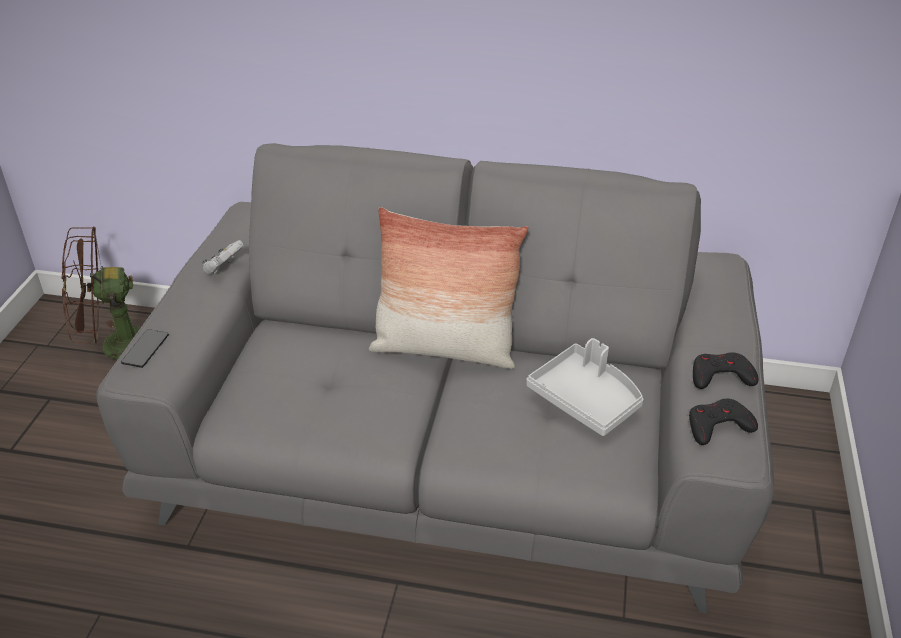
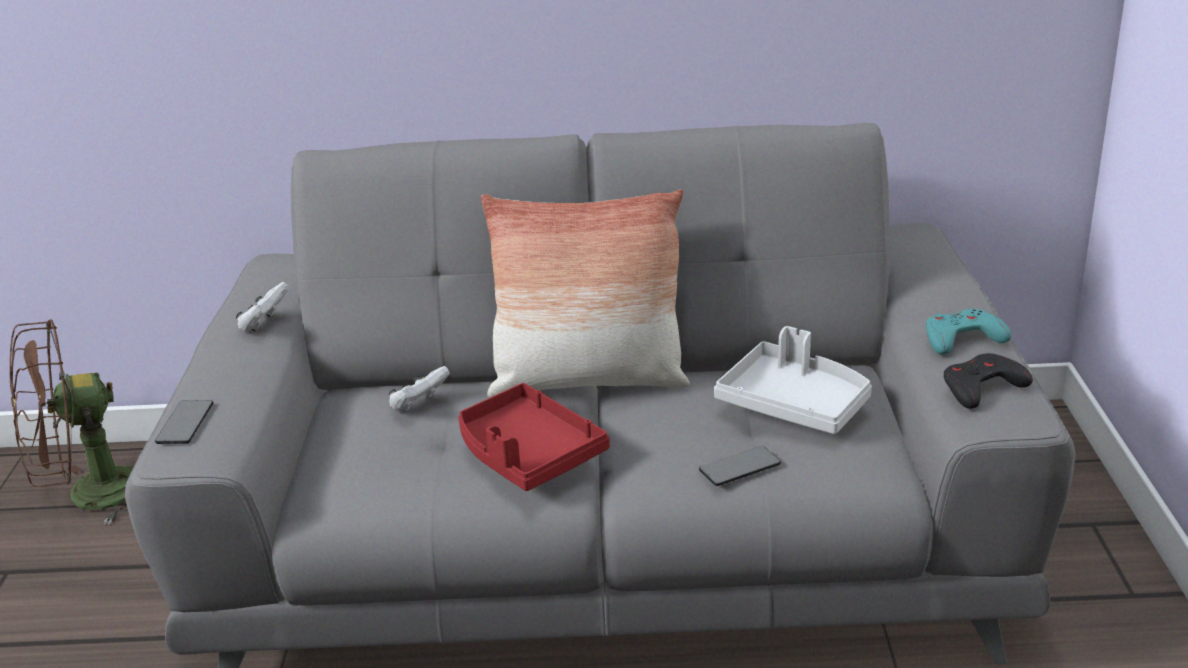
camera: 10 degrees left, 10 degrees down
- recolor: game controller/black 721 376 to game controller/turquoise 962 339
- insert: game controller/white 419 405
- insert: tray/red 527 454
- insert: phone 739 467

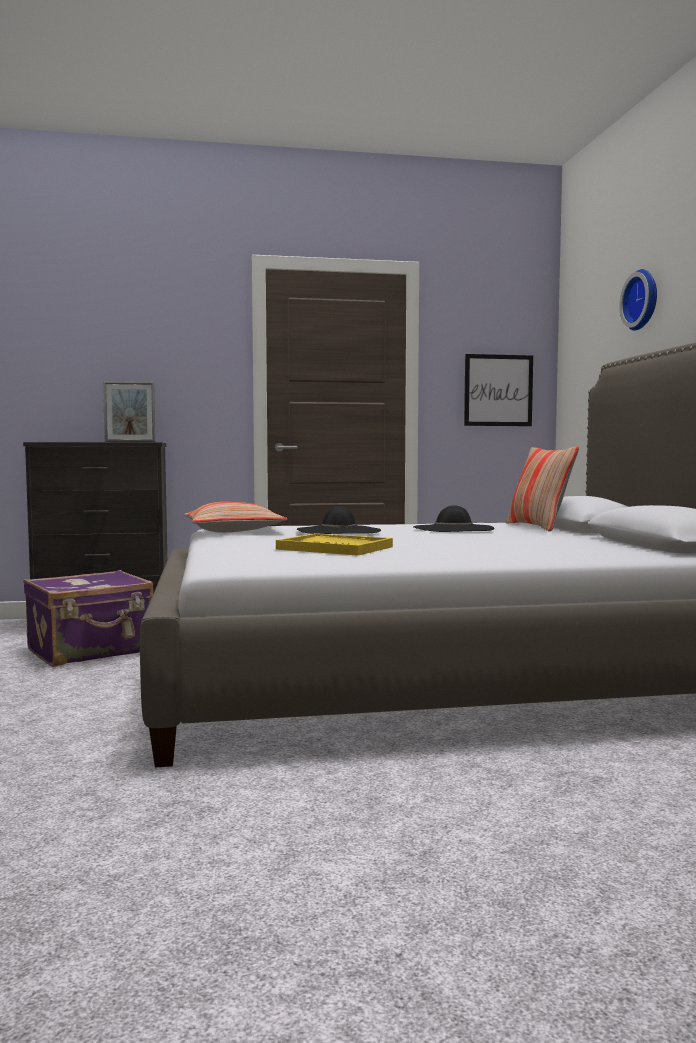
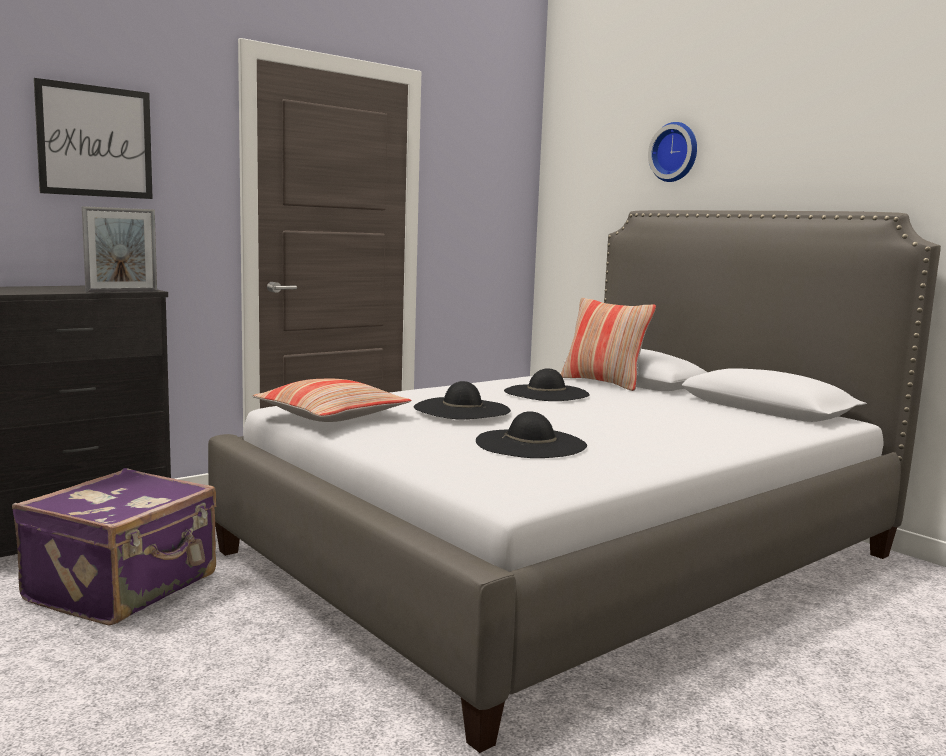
camera: 30 degrees left, 5 degrees up
- move: picture 498 390 to 95 141
- replace: tray/yellow 335 548 to hat/black 531 444

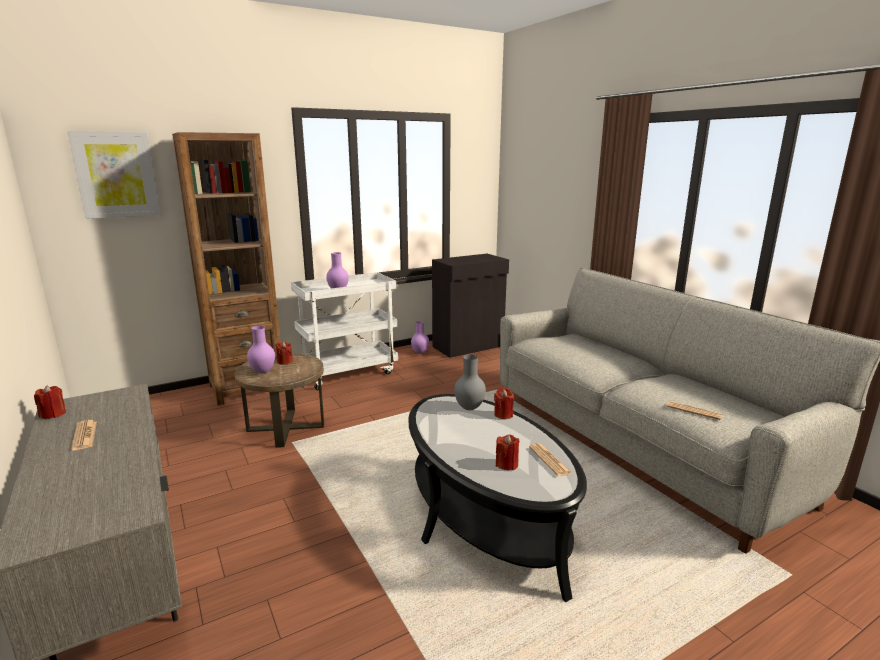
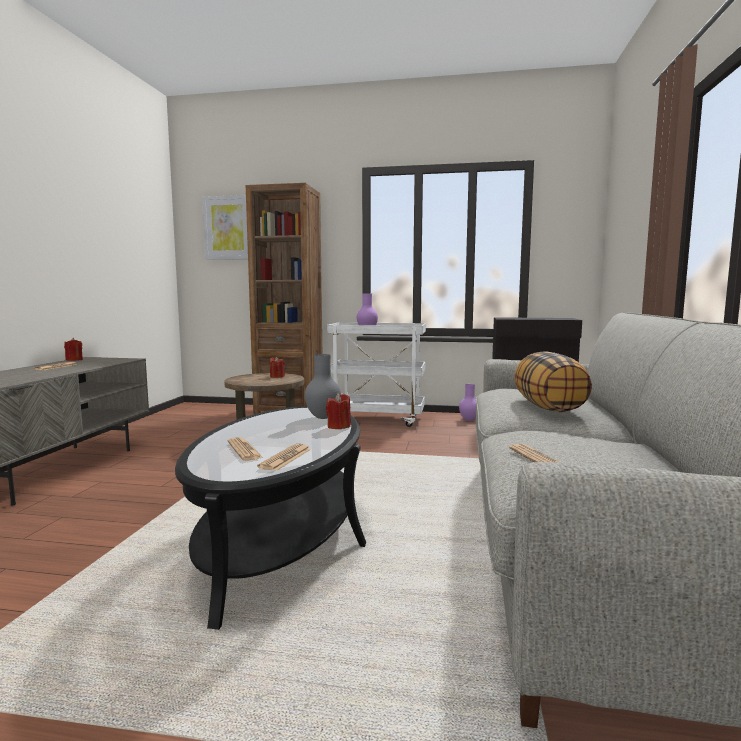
camera: 40 degrees right, 10 degrees down
- delete: vase/purple 262 372
- replace: candle/red 506 464 to newspaper 244 450
- insert: pillow 549 408

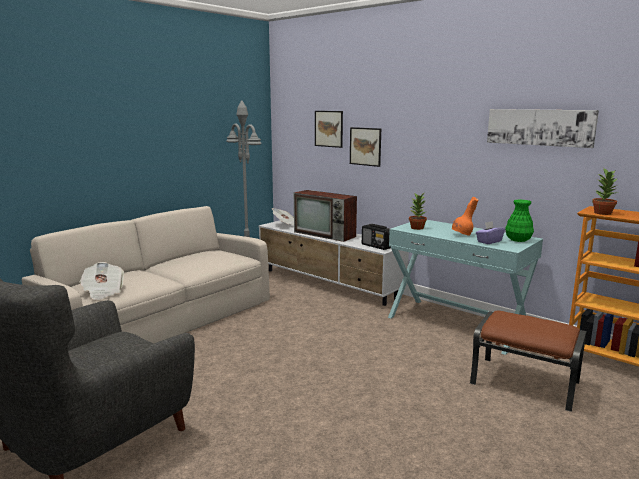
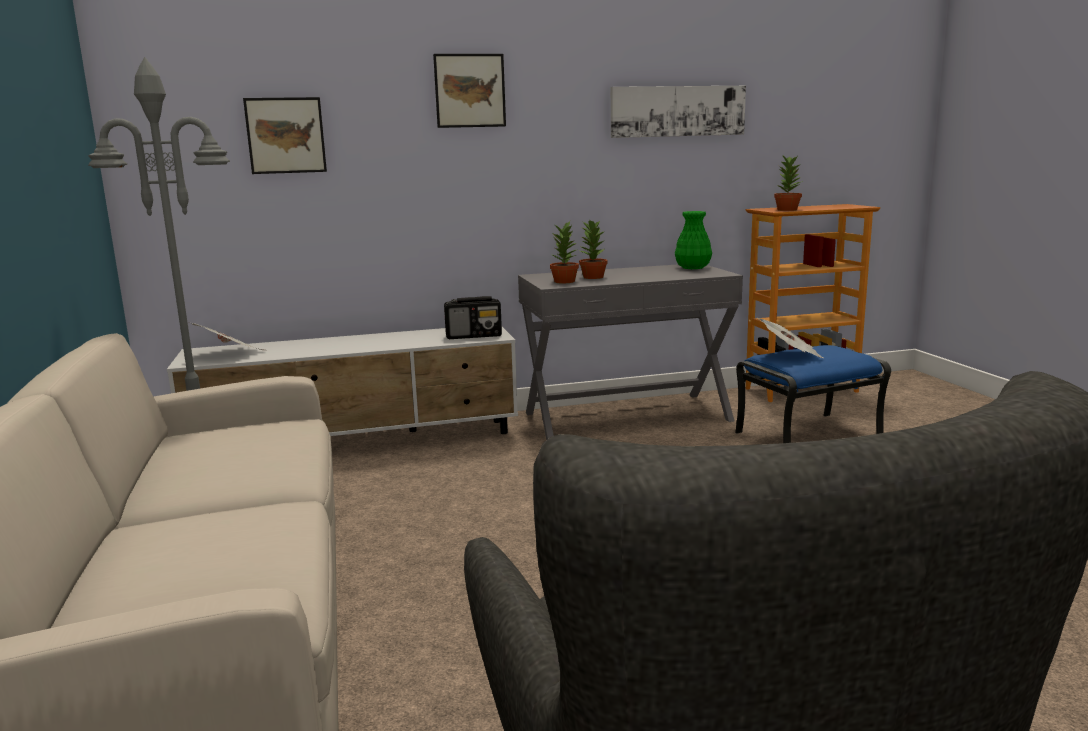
camera: 55 degrees left, 0 degrees up
- move: picture 365 146 to 470 91
- delete: television 325 234
- delete: vase/orange 462 235
- recolor: console table/turquoise 457 324 to console table/grey 627 416
- delete: tissue box/purple 489 241
- move: newspaper 103 292 to 790 355
- recolor: ottoman/brown 525 383 to ottoman/blue 808 434
- insert: potted plant 592 277

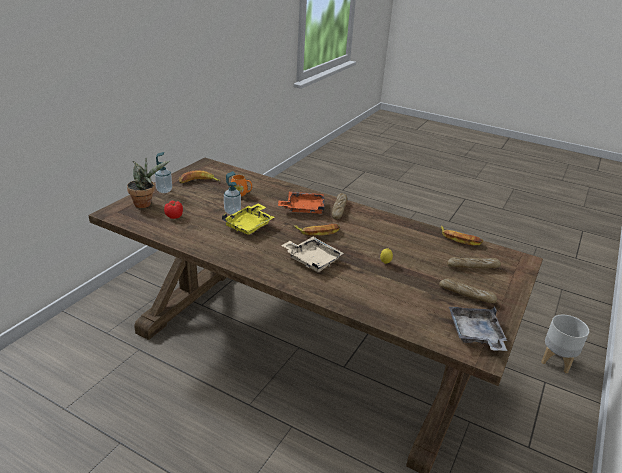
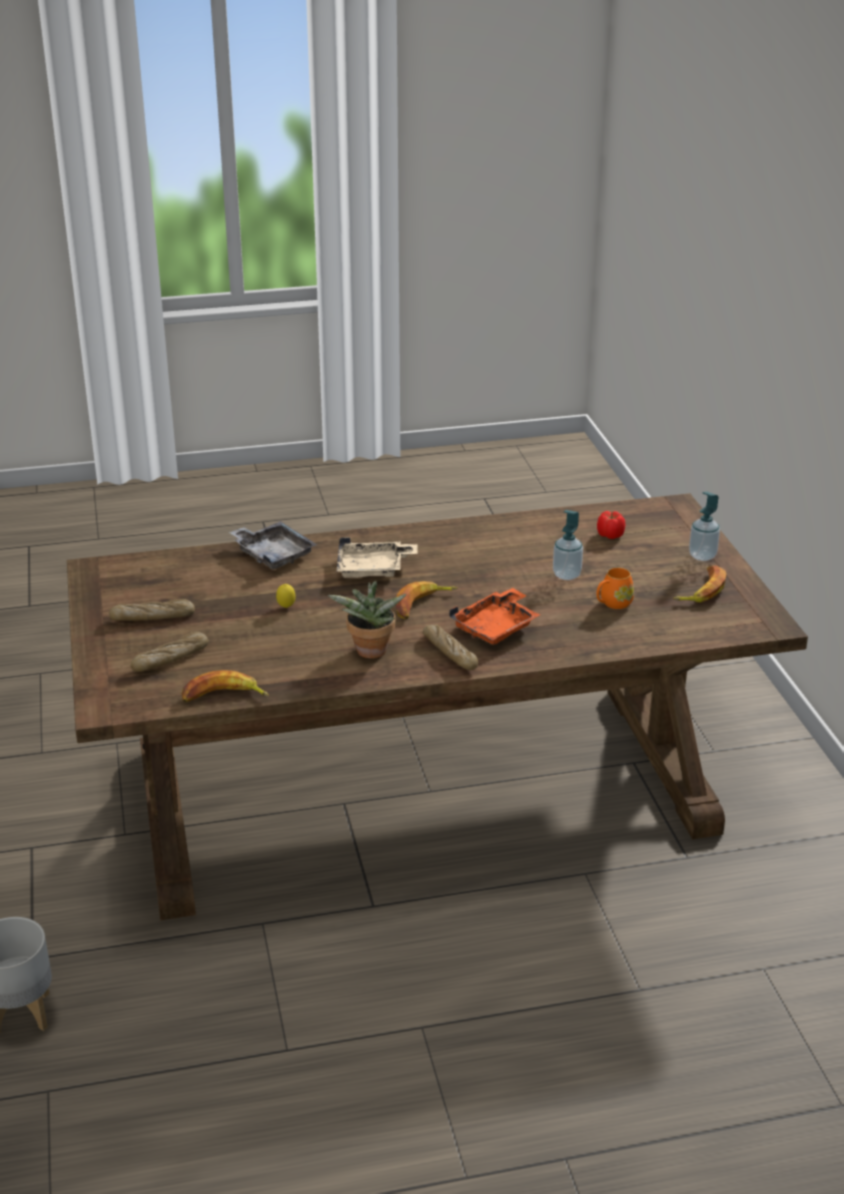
camera: 140 degrees right, 0 degrees up
- move: potted plant 145 203 to 370 653
- delete: tray/yellow 249 225
- move: tray/grey 475 334 to 273 554

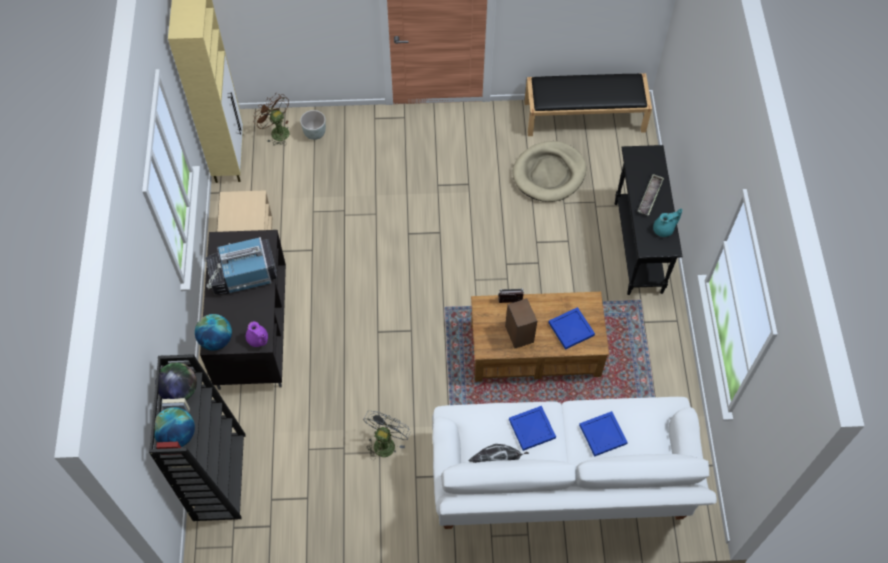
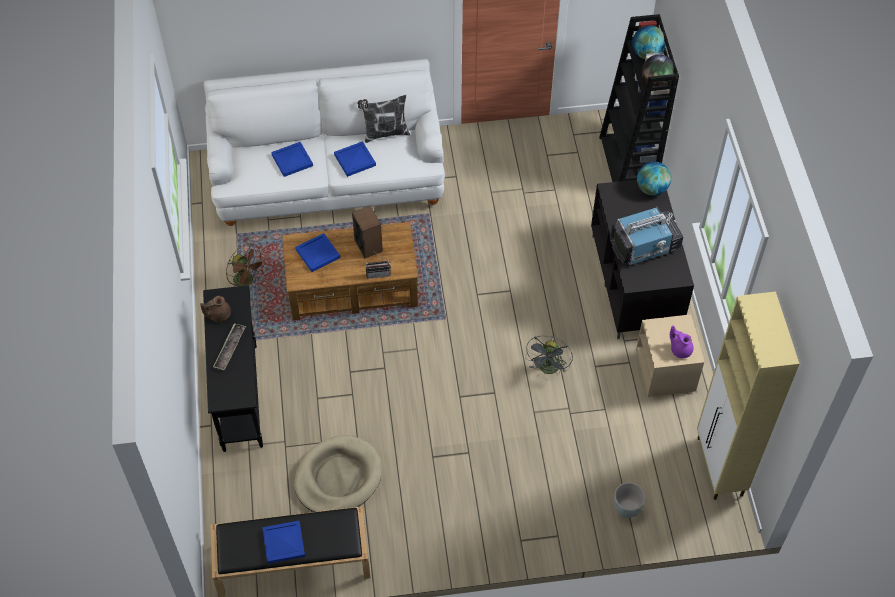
camera: 175 degrees right, 5 degrees down
- move: fan/brown 276 131 to 247 281
- recolor: teapot/turquoise 664 229 to teapot/brown 218 314
- move: teapot/purple 258 340 to 680 349
- move: fan/grey 385 442 to 548 370
- insert: tray/blue 283 543

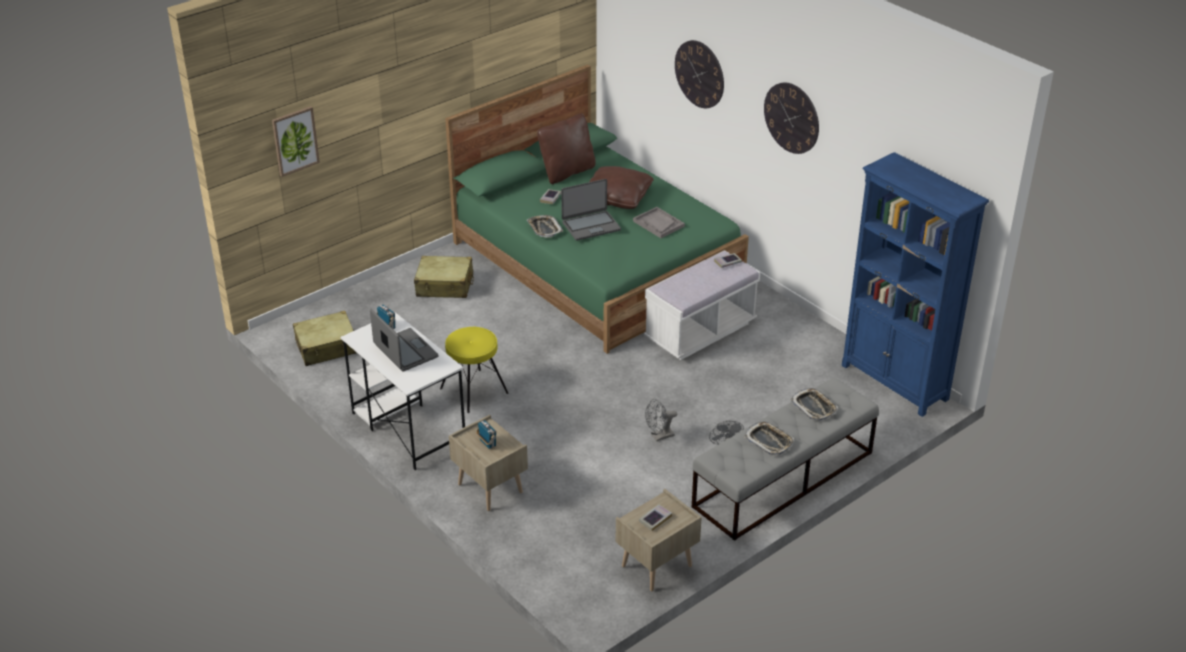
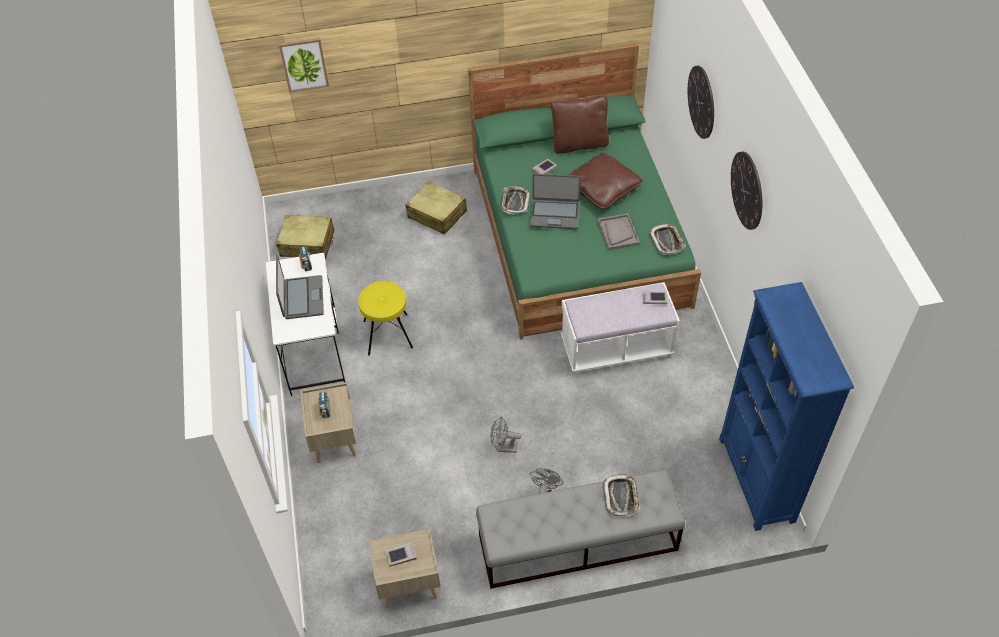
camera: 30 degrees right, 15 degrees up
- move: tray 769 441 to 667 241

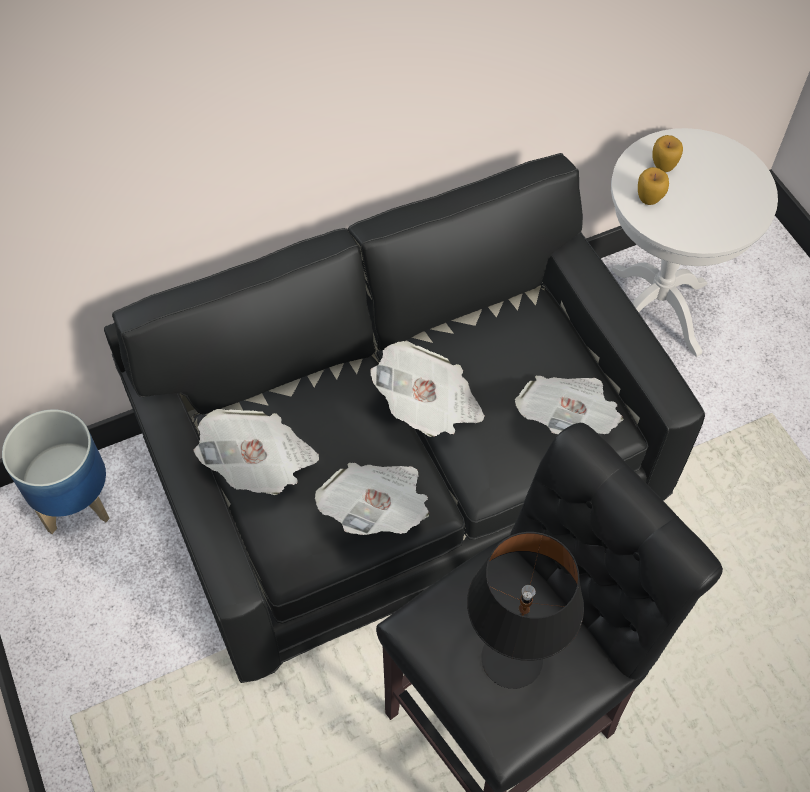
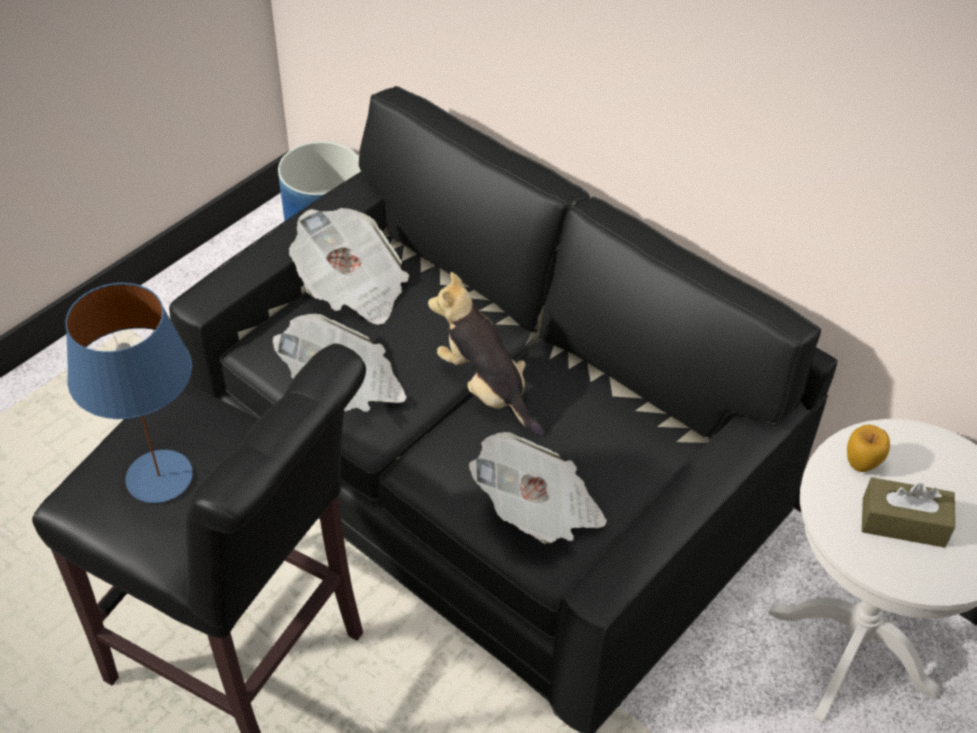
camera: 65 degrees right, 10 degrees down
- delete: apple 663 166
- replace: newspaper 429 406 to plush toy 486 388
- recolor: table lamp/black 511 659 to table lamp/blue 158 476
- insert: tissue box/brown 903 522

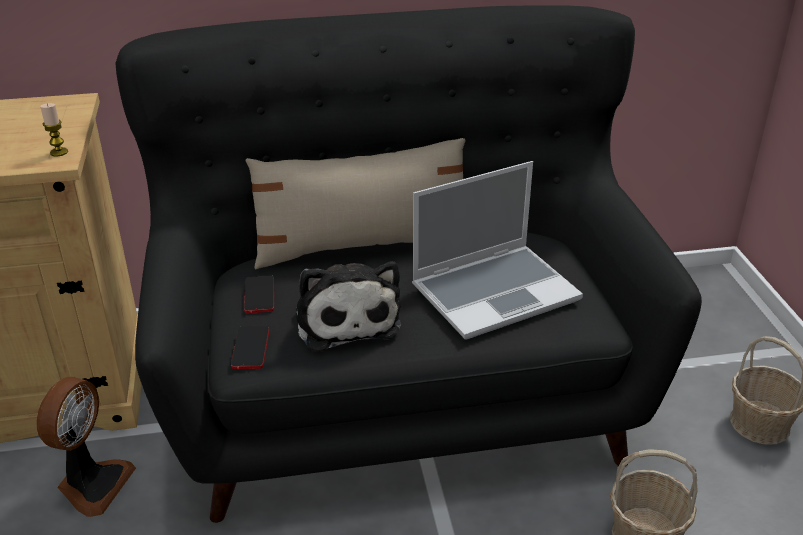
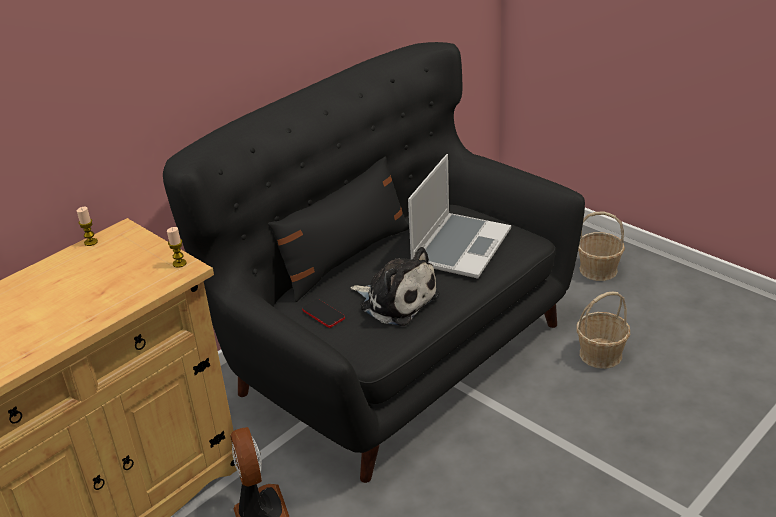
camera: 35 degrees left, 0 degrees up
- recolor: pillow/beige 362 247 to pillow/black 345 258
- delete: phone 250 348
- insert: candle 91 242

